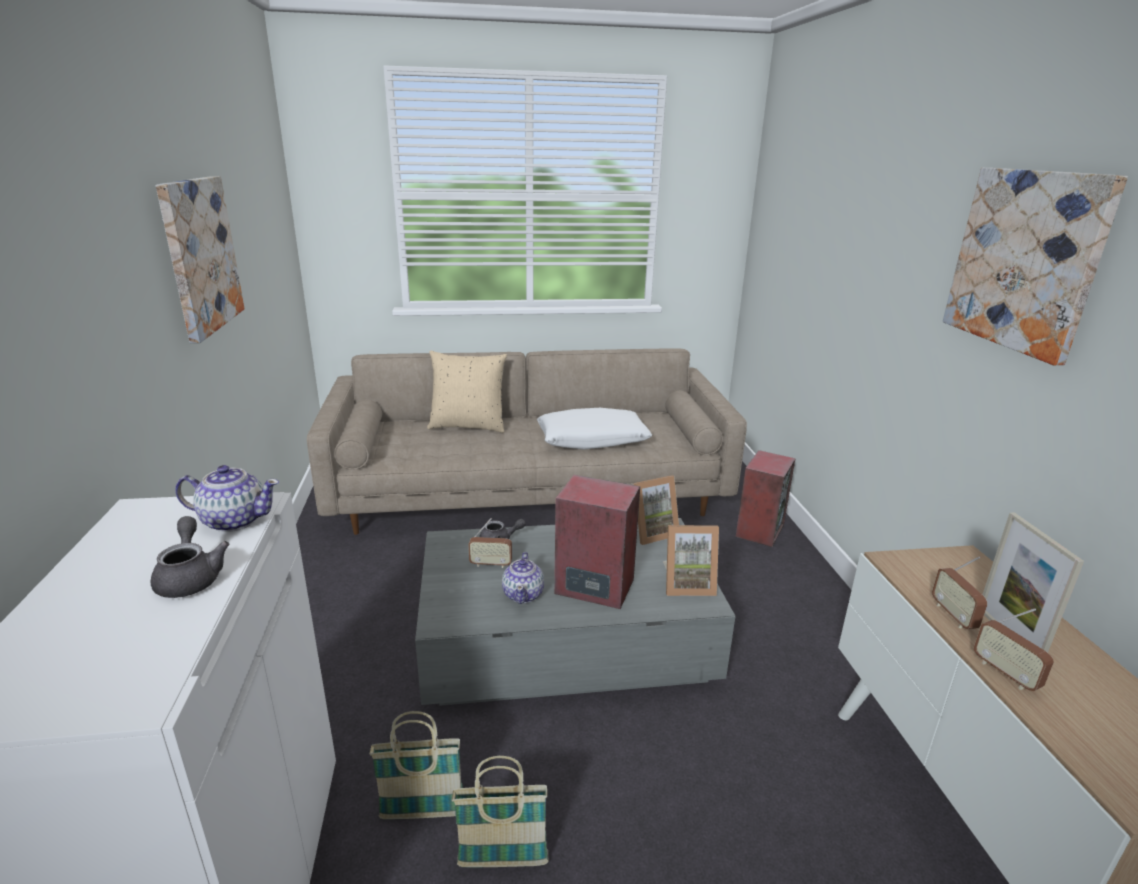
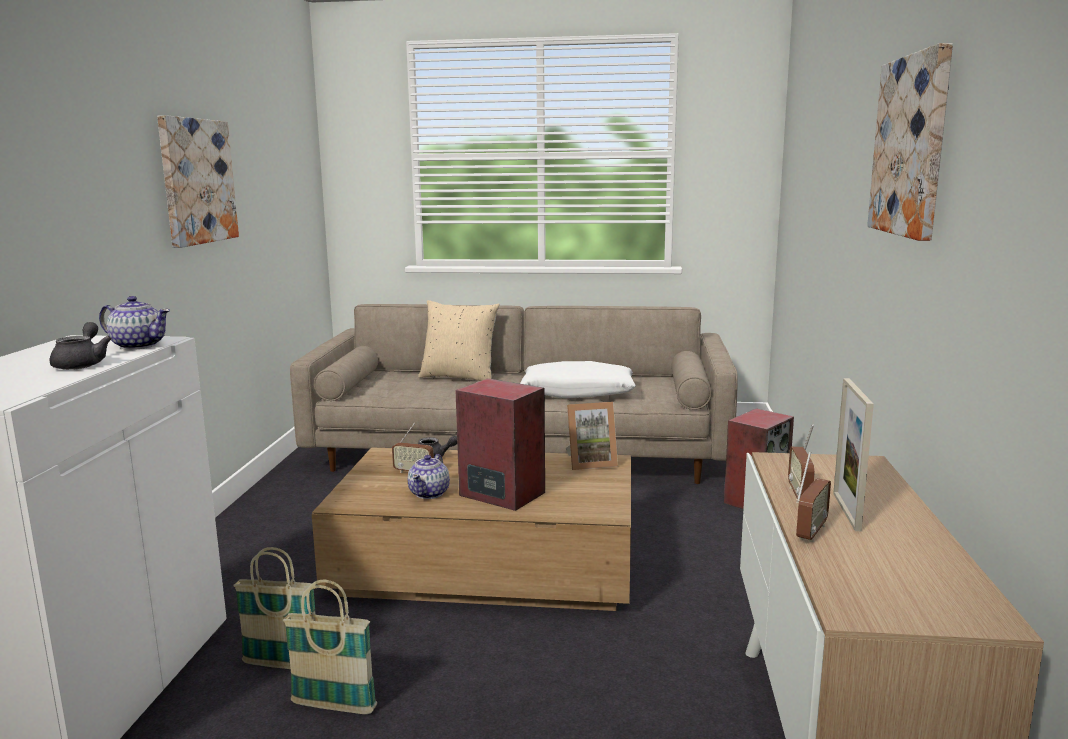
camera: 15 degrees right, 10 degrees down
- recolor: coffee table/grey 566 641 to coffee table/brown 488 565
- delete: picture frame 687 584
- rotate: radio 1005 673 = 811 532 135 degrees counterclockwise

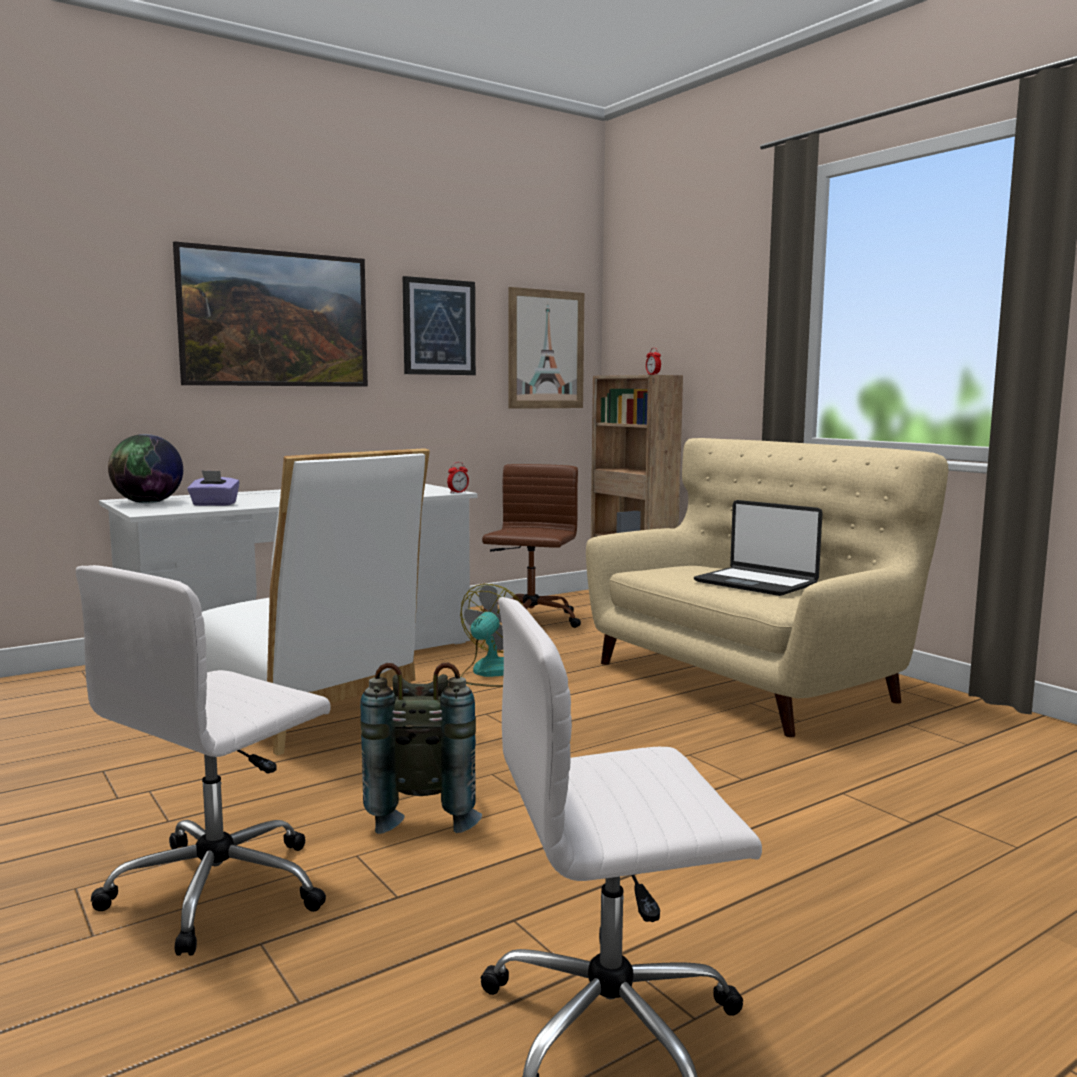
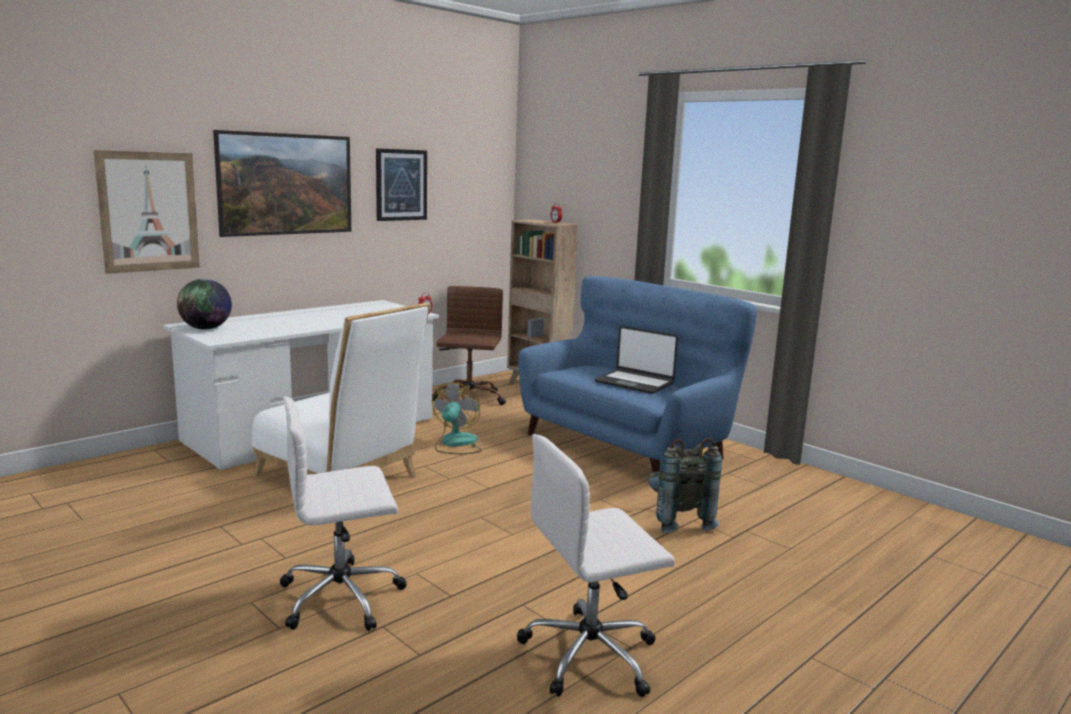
camera: 10 degrees left, 5 degrees up
- move: picture 546 349 to 149 212
- recolor: sofa/beige 749 679 to sofa/blue 627 444
- delete: tissue box/purple 214 504
- rotate: office chair/white 221 888 = 343 597 45 degrees clockwise
- move: backpack/grey 423 811 to 676 520

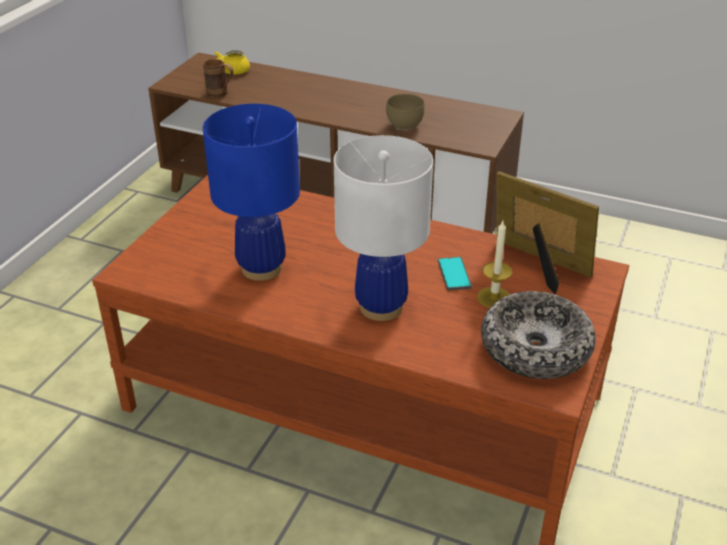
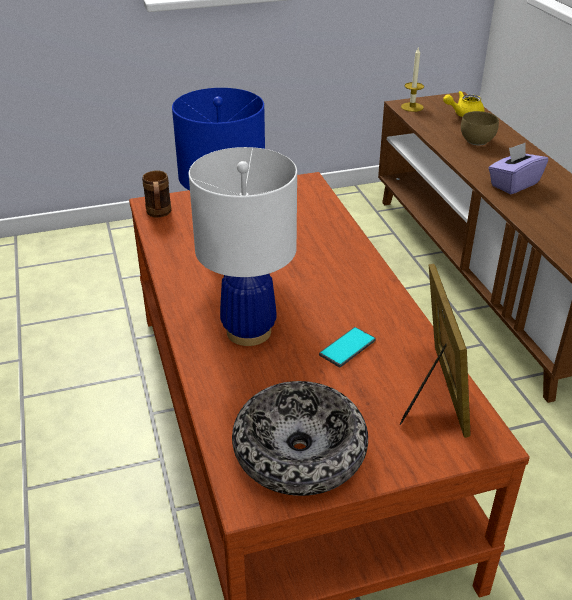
camera: 50 degrees right, 0 degrees up
- move: mug/brown 221 94 to 159 214
- move: bowl/brown 404 126 to 475 141
- move: candle 494 298 to 412 107
- insert: tissue box/purple 513 184

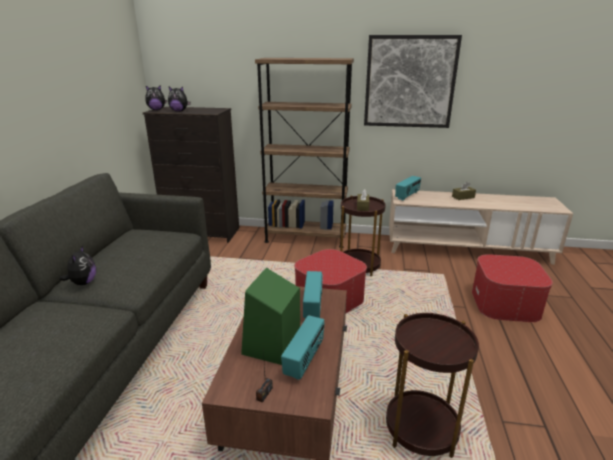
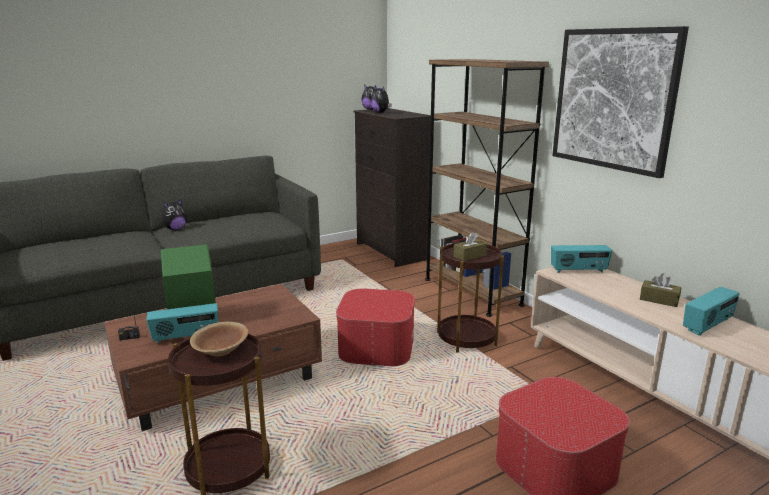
camera: 50 degrees right, 5 degrees down
- move: radio 313 306 to 708 325
- insert: bowl/brown 220 350

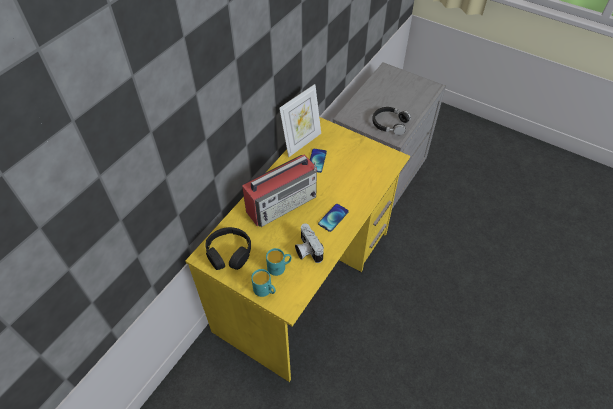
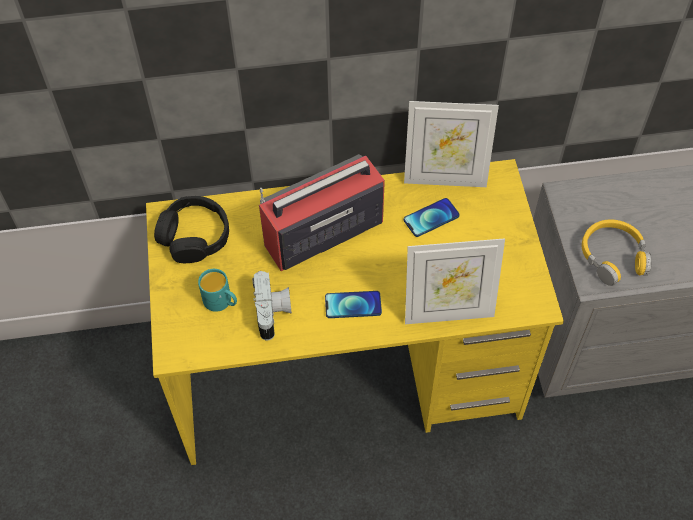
camera: 50 degrees right, 5 degrees up
- recolor: headphones/black 389 124 to headphones/yellow 613 256
- rotate: radio 283 203 = 321 233 135 degrees clockwise
- rotate: photo camera 307 250 = 273 312 150 degrees clockwise
- delete: mug/turquoise 265 290
- insert: picture frame 448 312

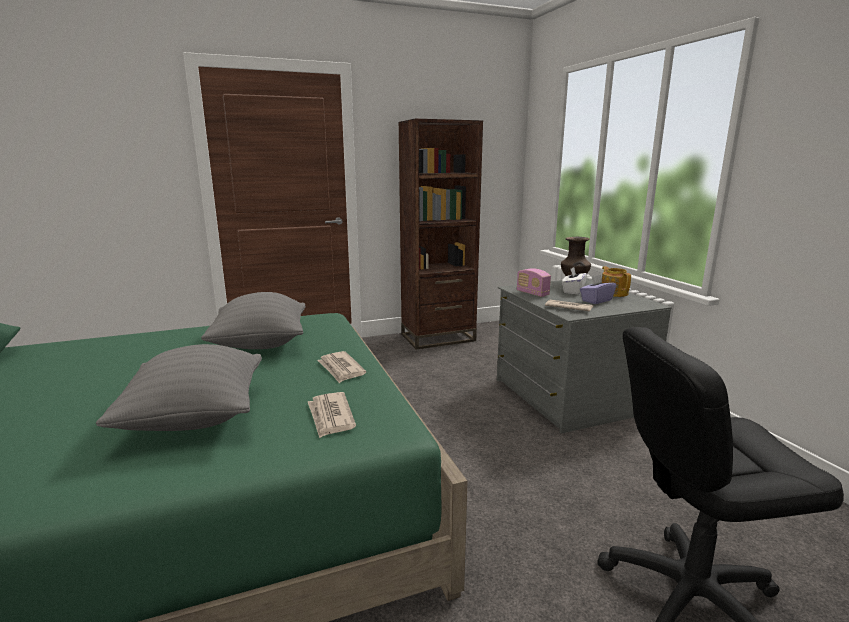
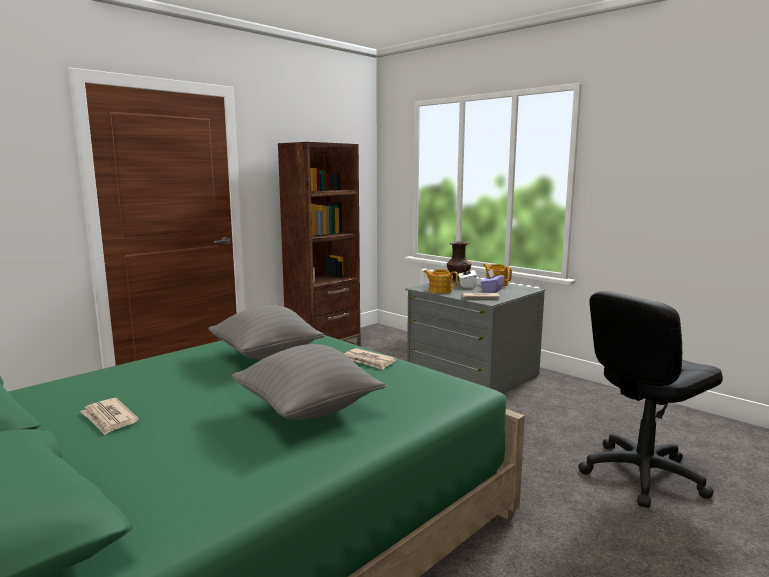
camera: 25 degrees left, 5 degrees down
- replace: radio 532 293 to teapot 440 290
- move: newspaper 330 417 to 109 419

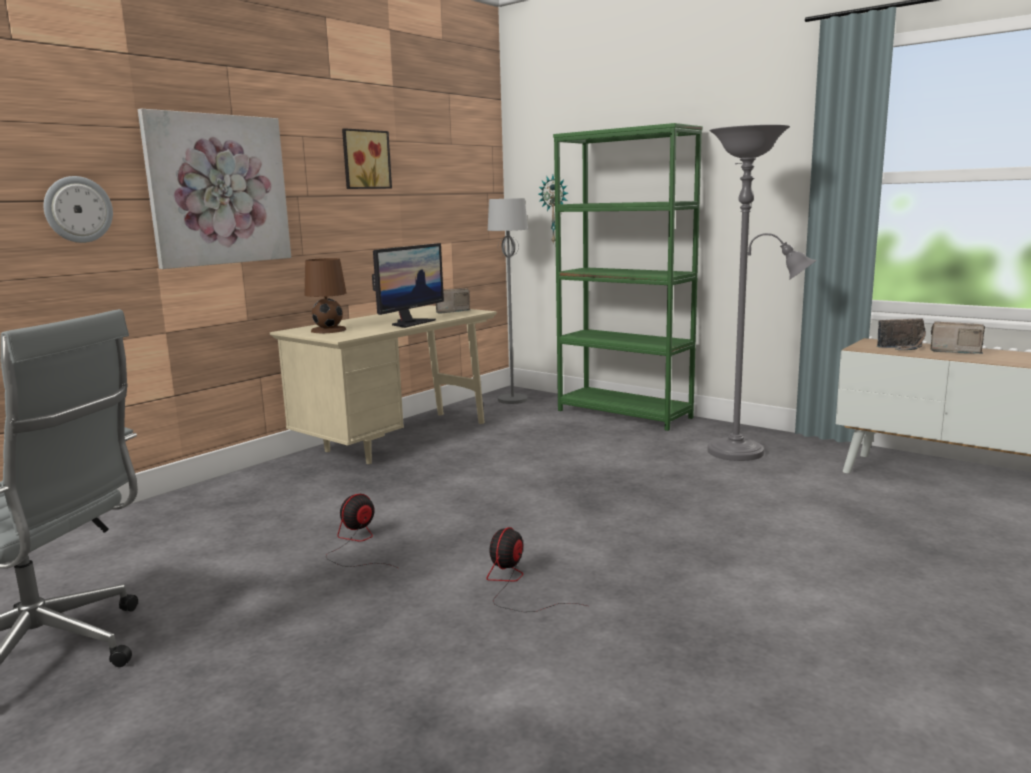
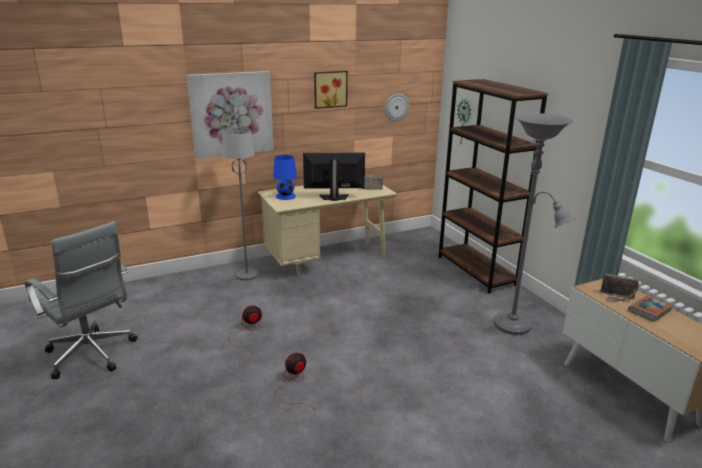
camera: 25 degrees right, 10 degrees up
- recolor: bookcase/green 624 414 to bookcase/brown 476 271
- move: wall clock 78 209 to 396 107
- move: floor lamp/grey 512 400 to 246 275
- rotate: monitor 410 323 = 334 198 150 degrees counterclockwise
- recolor: table lamp/brown 329 330 to table lamp/blue 285 196
- replace: radio 954 351 to book 649 310

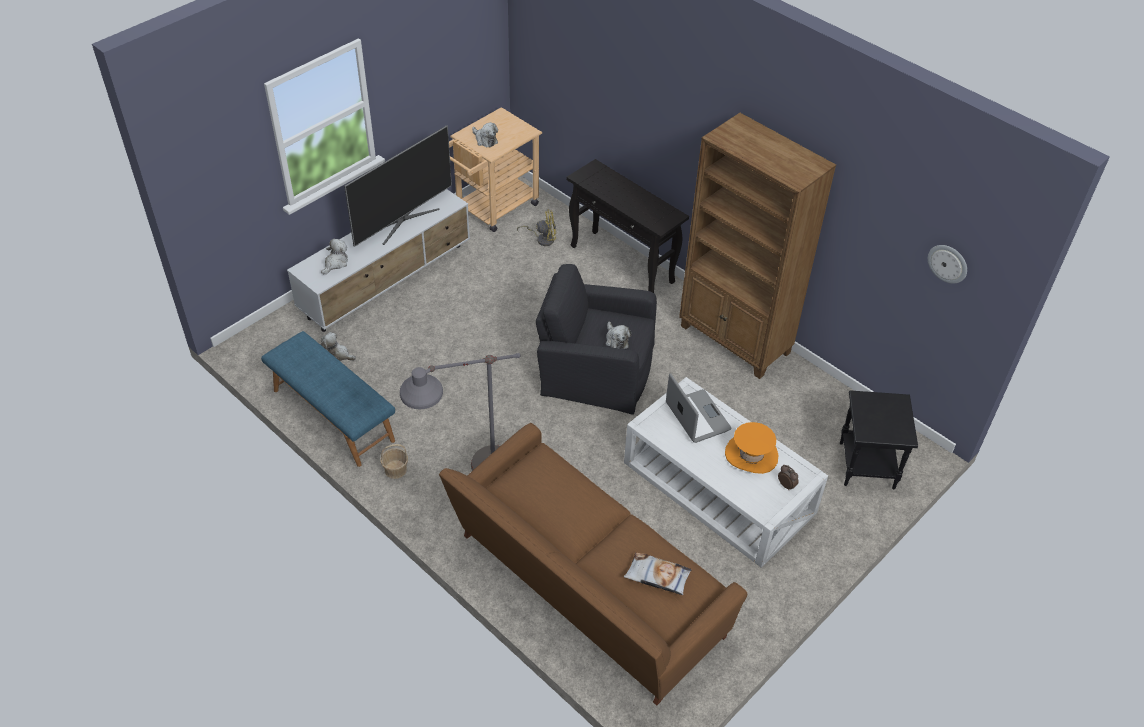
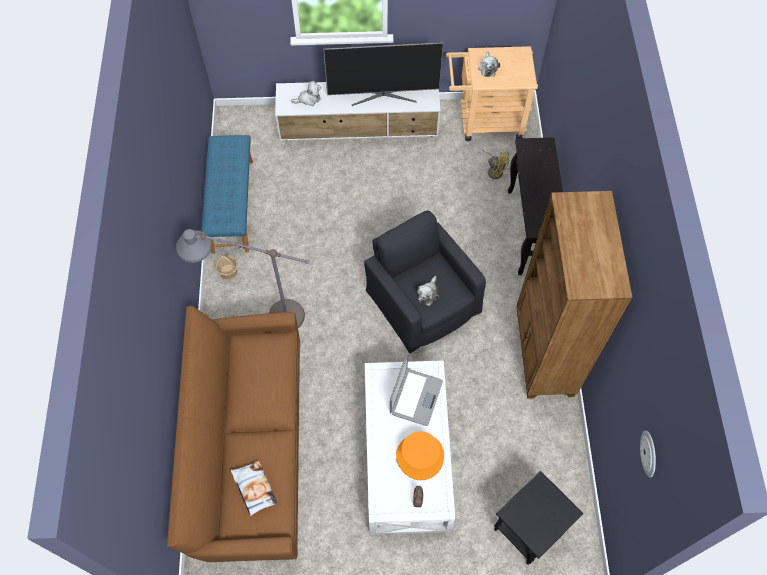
camera: 45 degrees right, 15 degrees up
- delete: plush toy 337 354

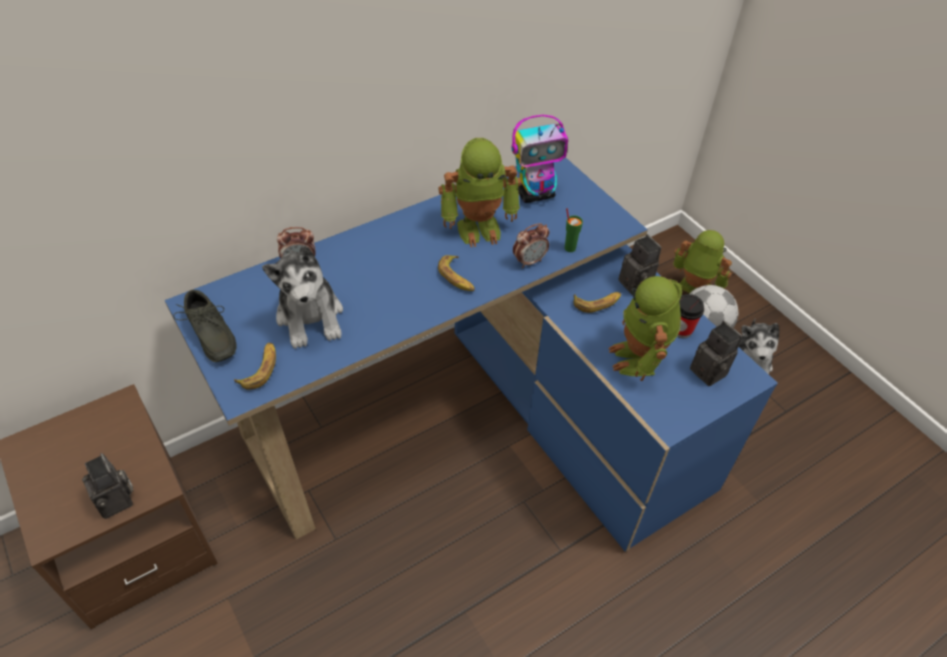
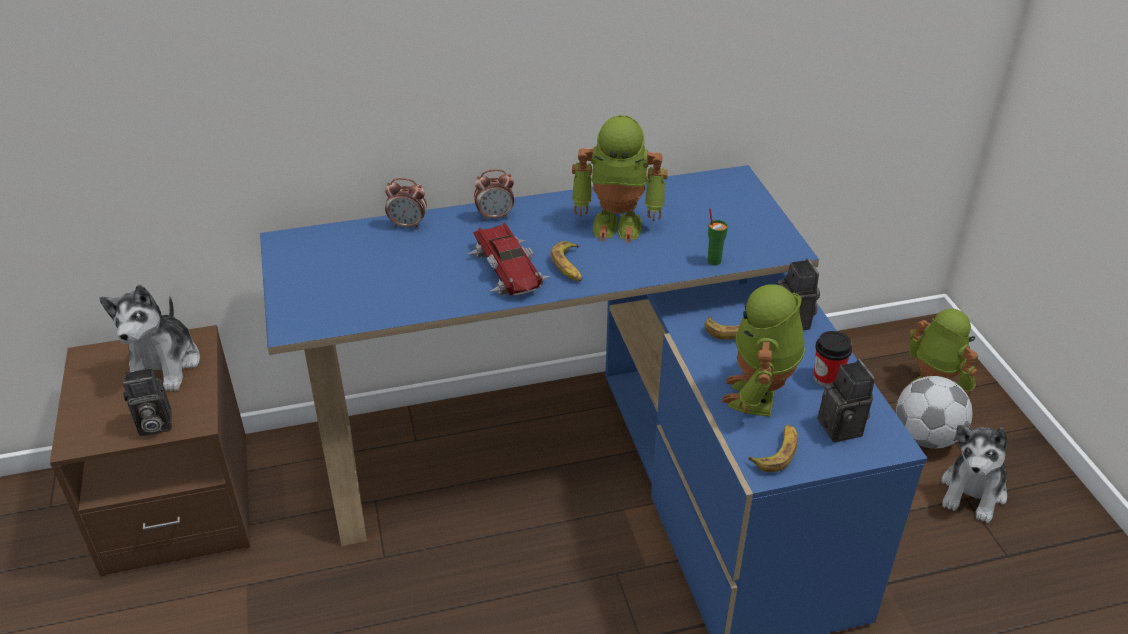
camera: 20 degrees right, 10 degrees down
- delete: toy robot 535 194
- move: alarm clock 529 261 to 495 216
- move: plush toy 311 317 to 164 365
- delete: shoe/grey 209 337
- move: banana 260 369 to 776 452
- rotate: photo camera 118 501 = 153 425 90 degrees clockwise
- insert: toy car 509 269

